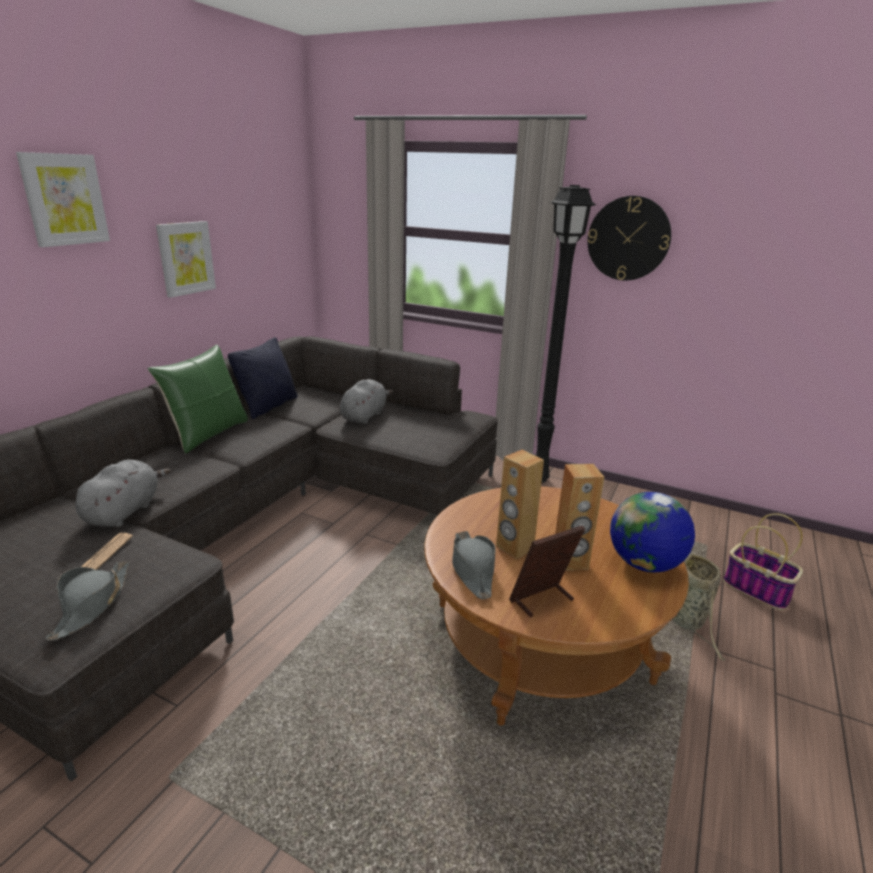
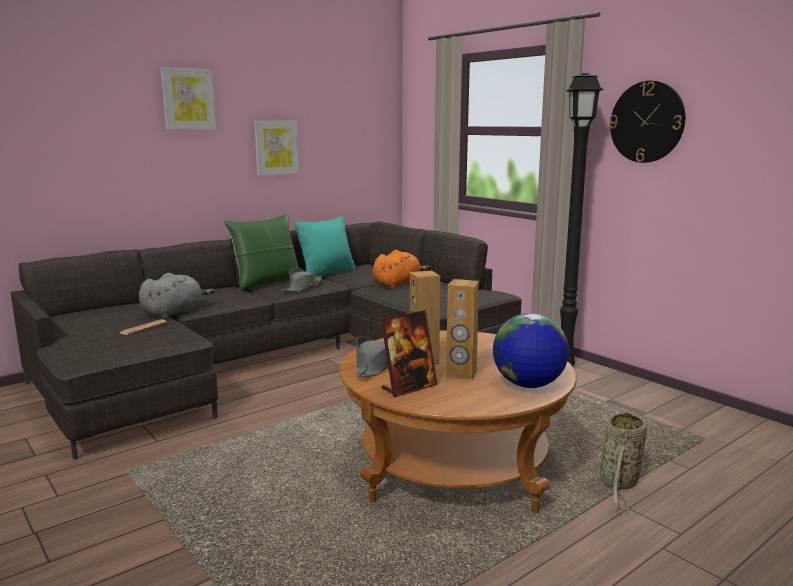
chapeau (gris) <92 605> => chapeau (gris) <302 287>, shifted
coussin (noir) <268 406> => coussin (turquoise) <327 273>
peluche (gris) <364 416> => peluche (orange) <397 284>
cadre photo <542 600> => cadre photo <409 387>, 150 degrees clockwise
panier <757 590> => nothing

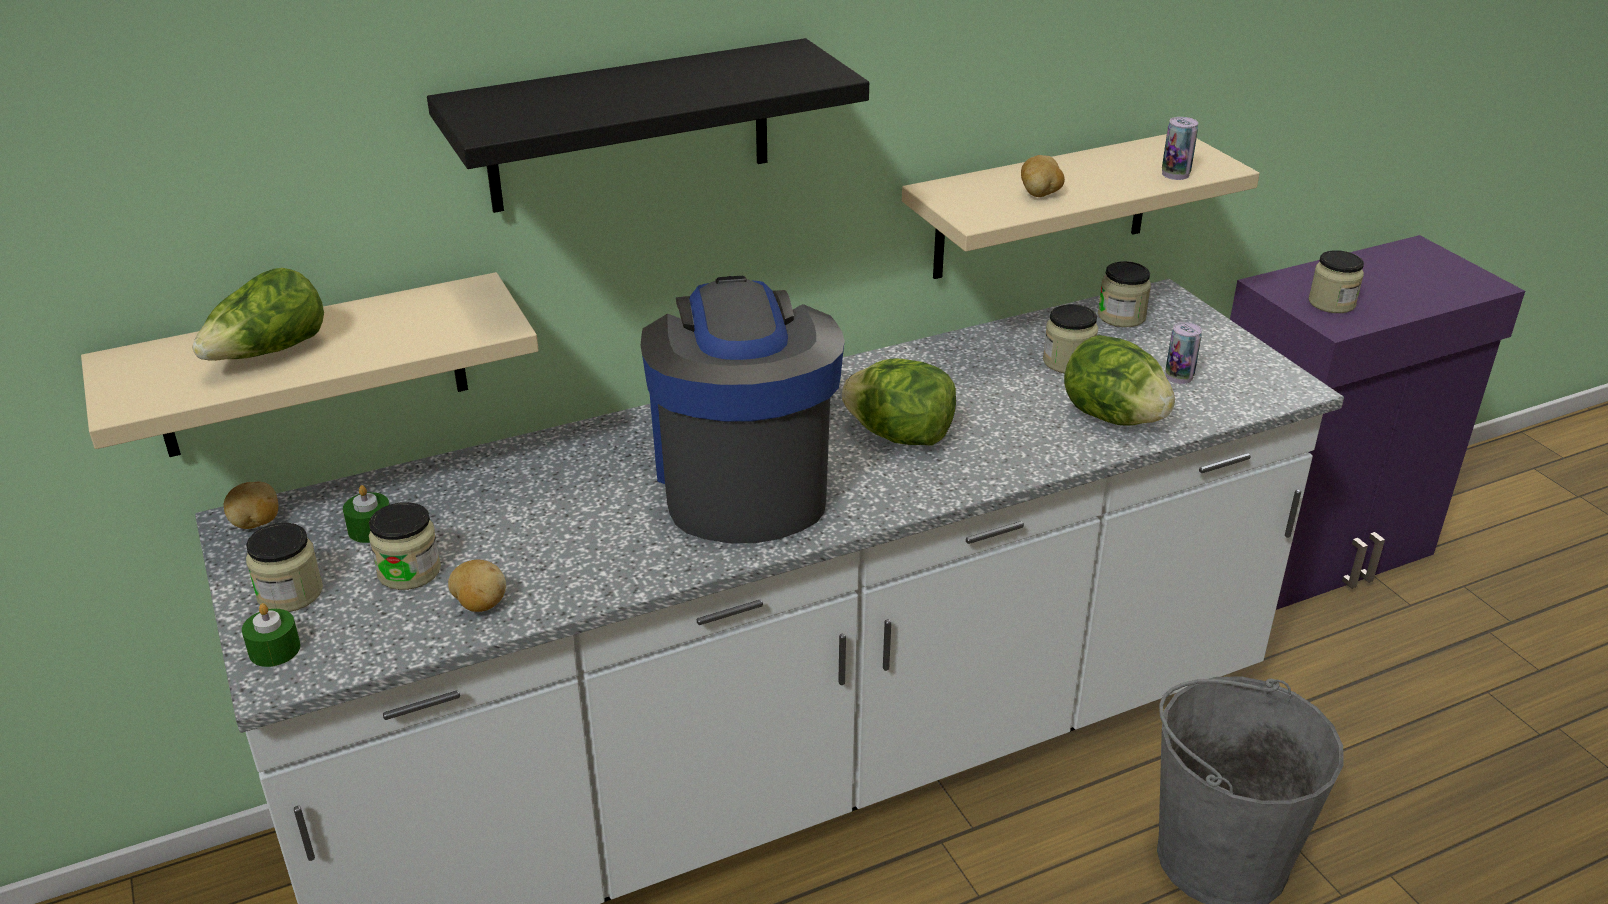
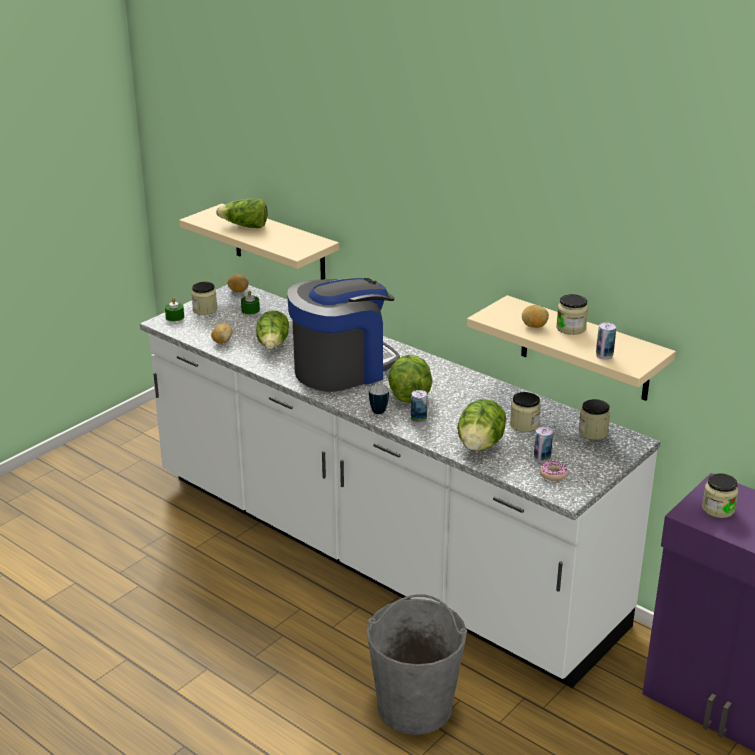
bocal <409 571> => bocal <571 328>, shifted
étagère (noir) <629 126> => nothing
nothing => laitue <273 345>
nothing => mug <378 409>
nothing => boîte métallique <418 420>
nothing => beignet <553 474>

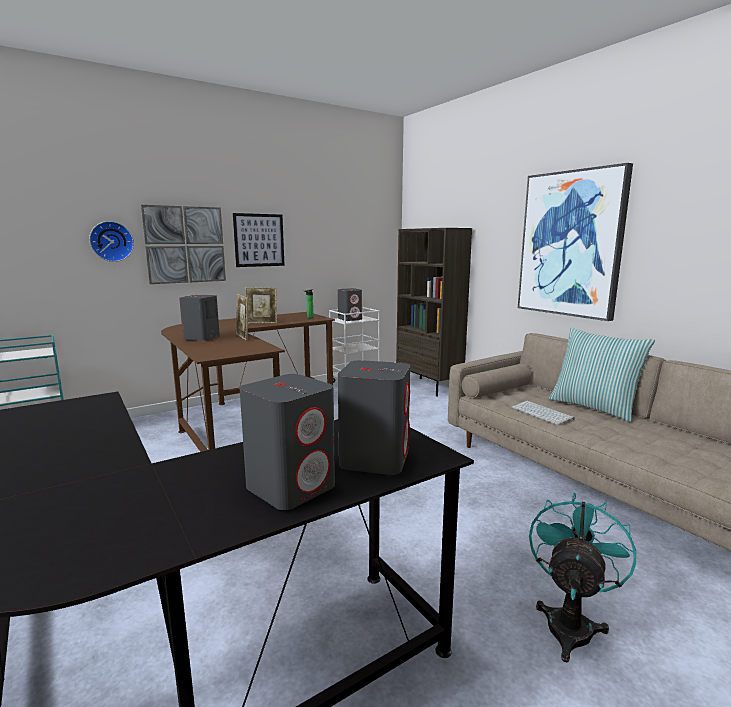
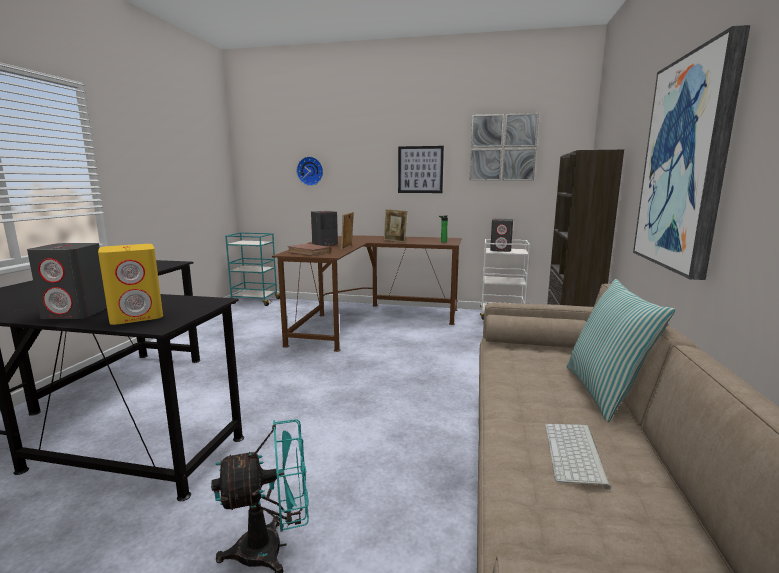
tableau <185 245> => tableau <503 148>, shifted
enceinte (gris) <374 459> => enceinte (jaune) <137 316>
clavier <543 413> => clavier <576 454>, shifted
nothing => livre (marron) <309 252>

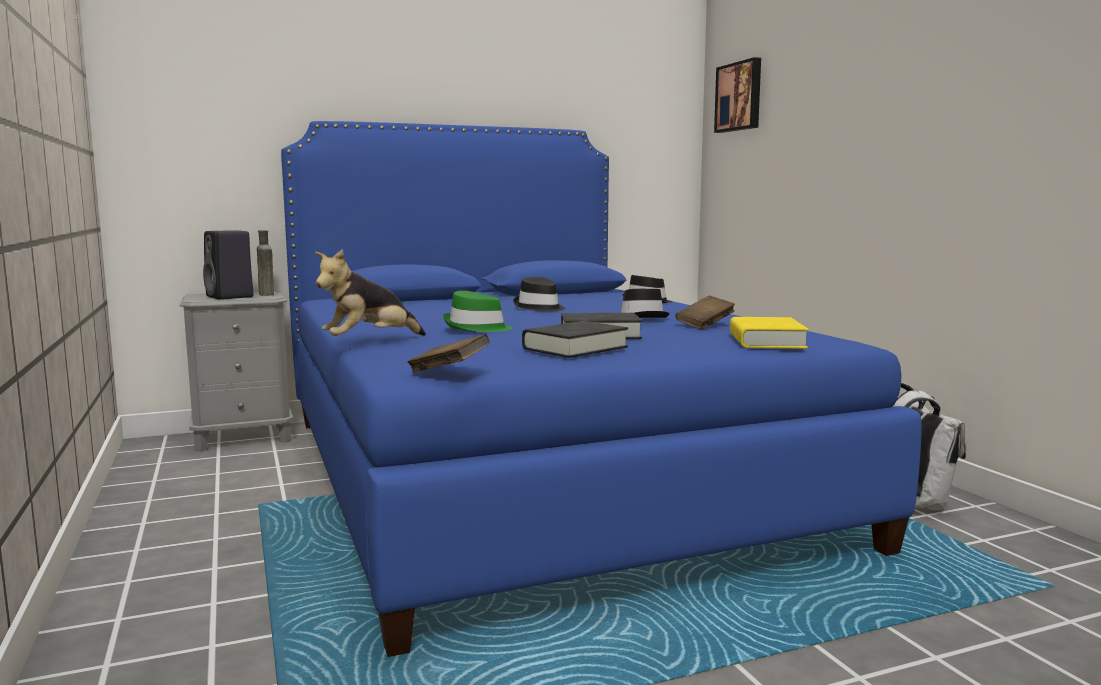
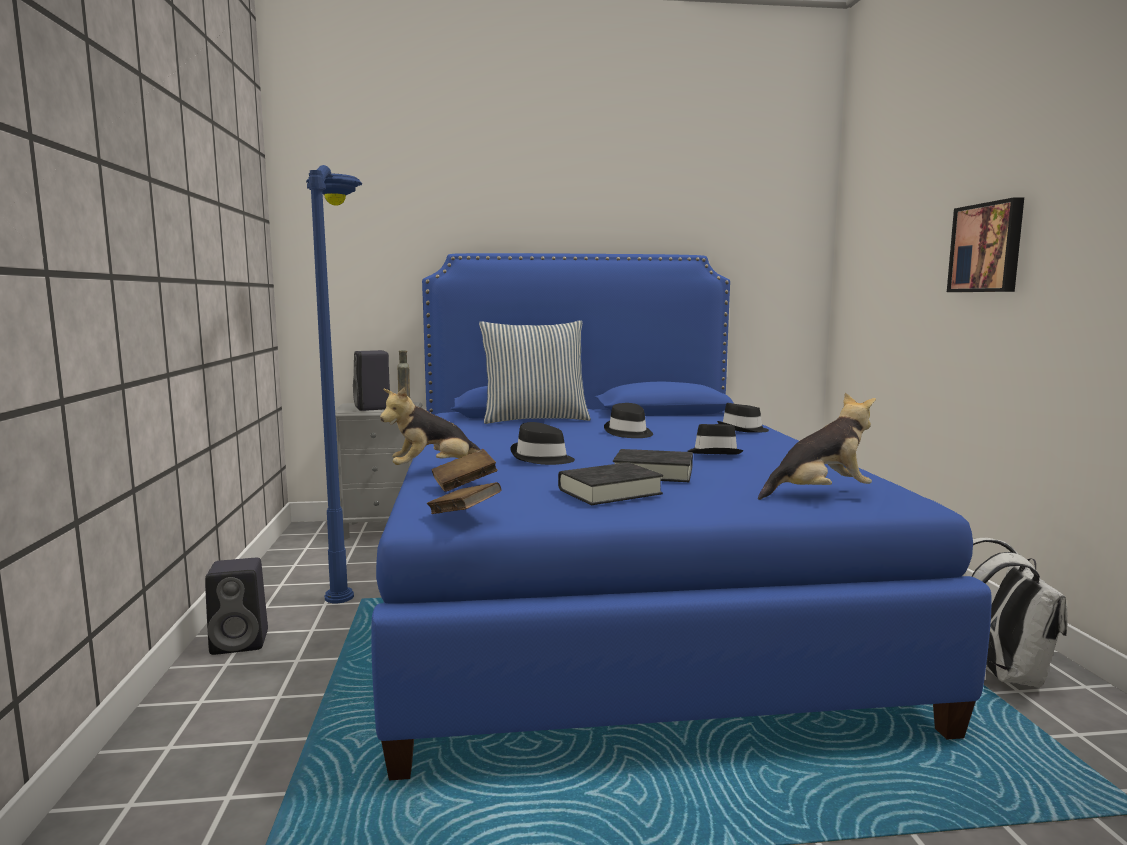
chapeau (vert) <477 328> => chapeau (noir) <542 458>
livre (marron) <705 325> => livre (marron) <464 485>, shifted
tableau <740 97> => tableau <987 248>, shifted
livre (jaune) <766 341> => peluche <819 494>
nothing => enceinte (noir) <242 642>
nothing => lampadaire (bleu) <350 566>
nothing => coussin <535 419>

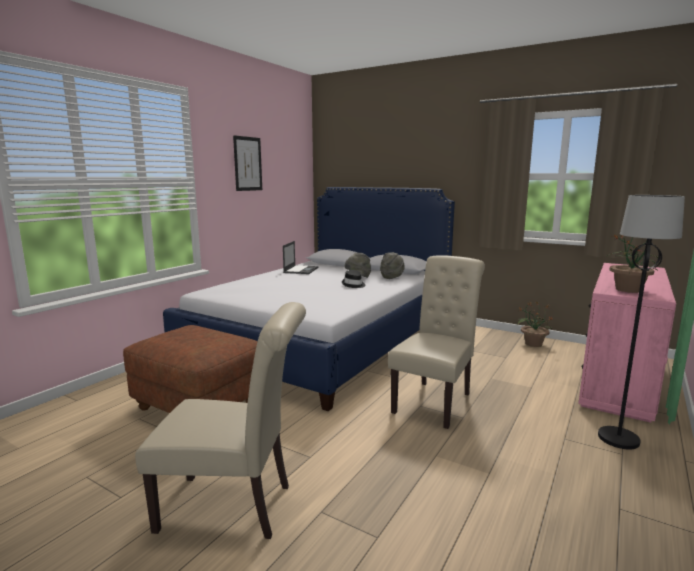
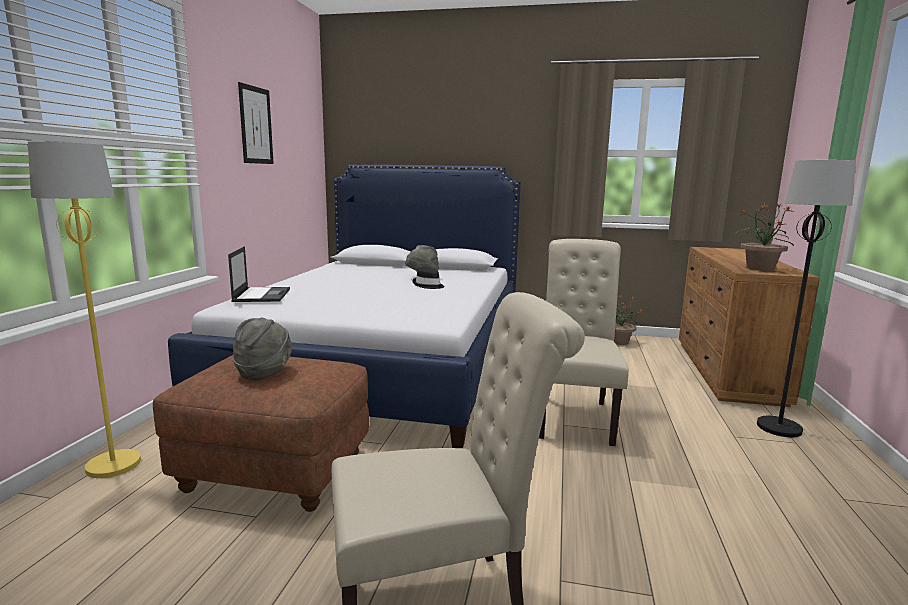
ordinateur portable <301 270> => ordinateur portable <262 295>, shifted
chapeau (gris) <392 277> => chapeau (gris) <264 373>, shifted
commode (rose) <617 382> => commode (marron) <727 371>
nothing => lampadaire (jaune) <113 465>

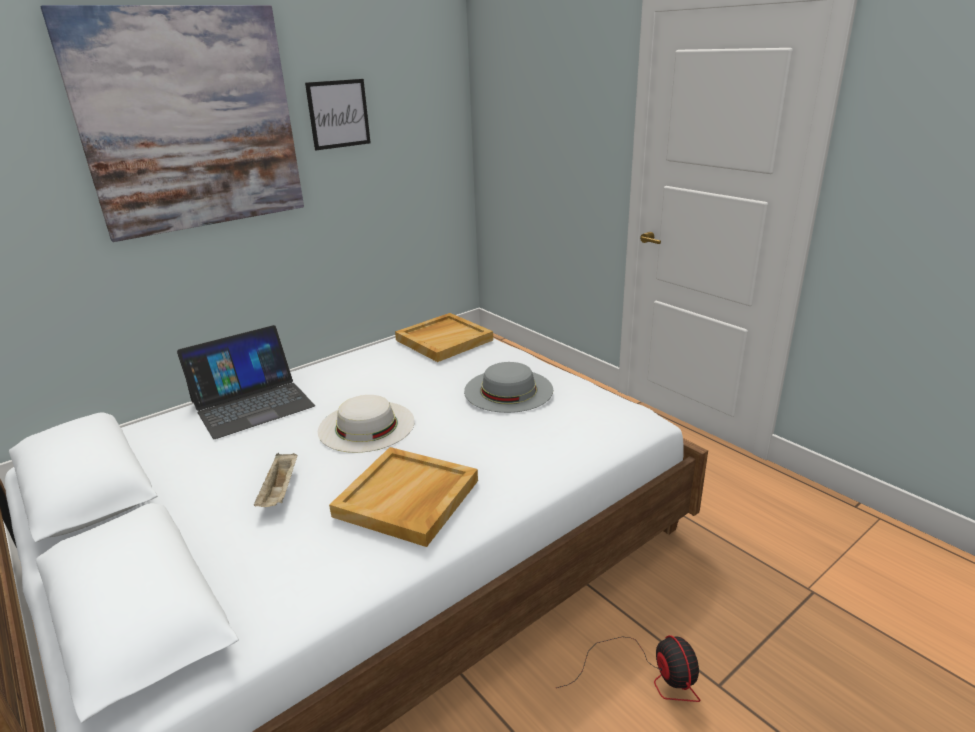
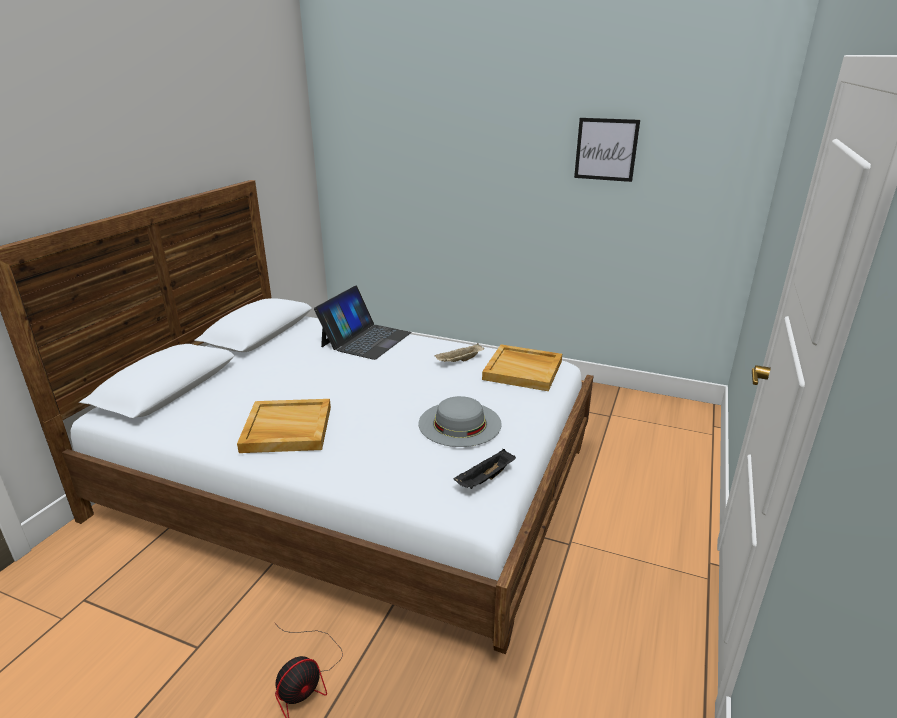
tableau <191 121> => nothing
ordinateur portable <252 403> => ordinateur portable <365 339>, 90 degrees counterclockwise
plateau (beige) <280 492> => plateau (beige) <459 361>, shifted
chapeau (blanc) <366 425> => nothing
nothing => plateau (noir) <485 480>

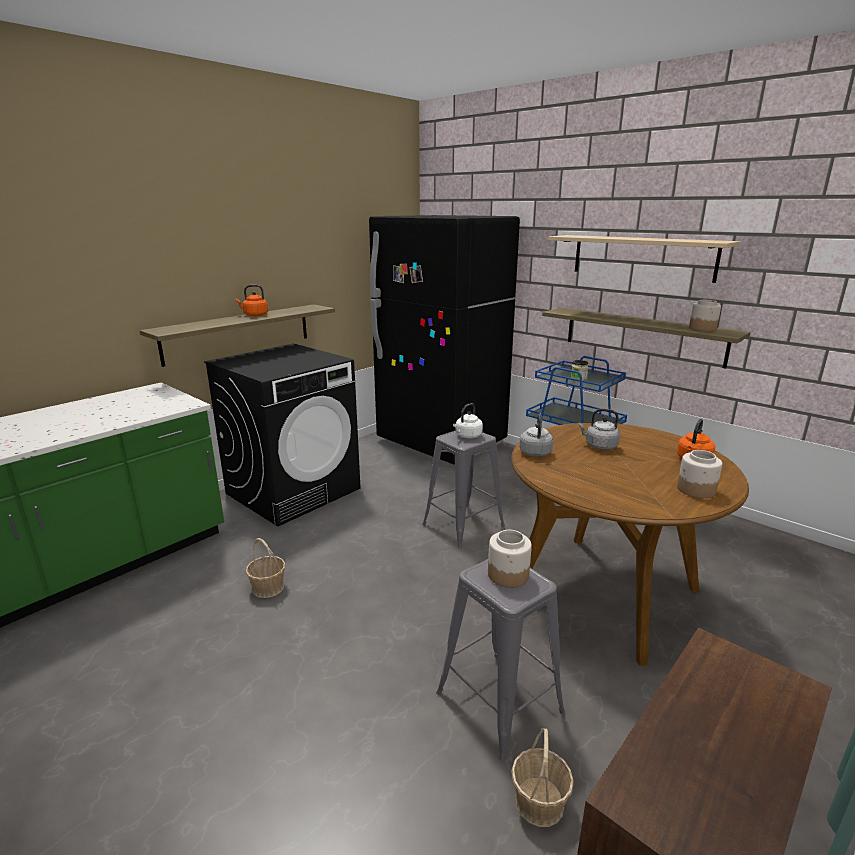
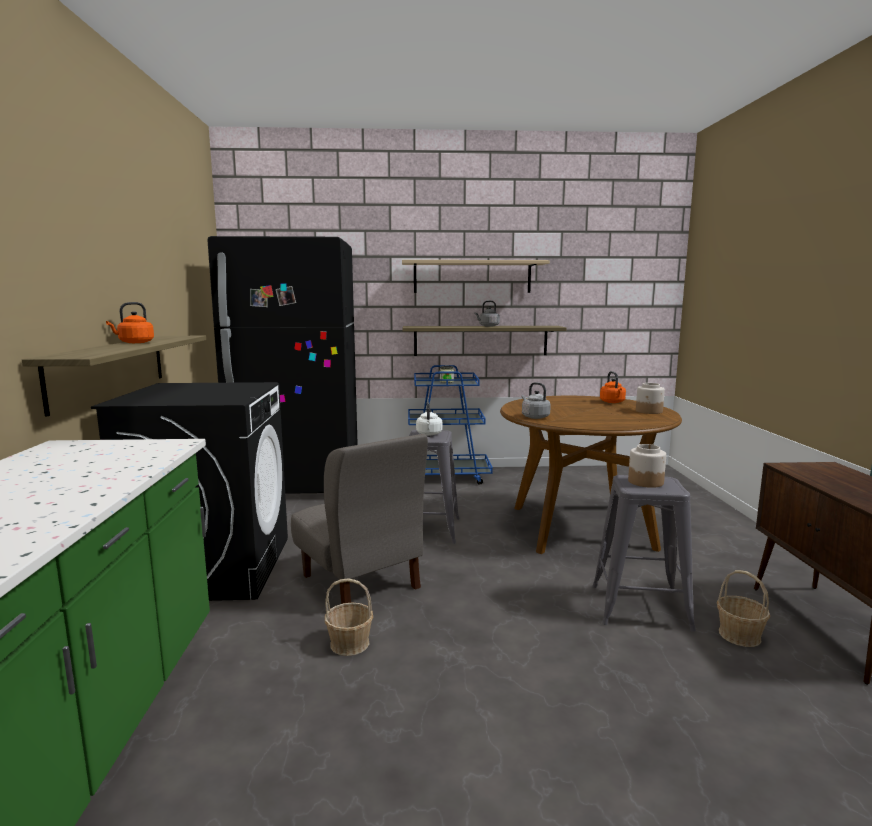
bouilloire (gris) <599 446> => bouilloire (gris) <488 326>, shifted
bocal <702 328> => nothing
nothing => chaise (gris) <360 582>

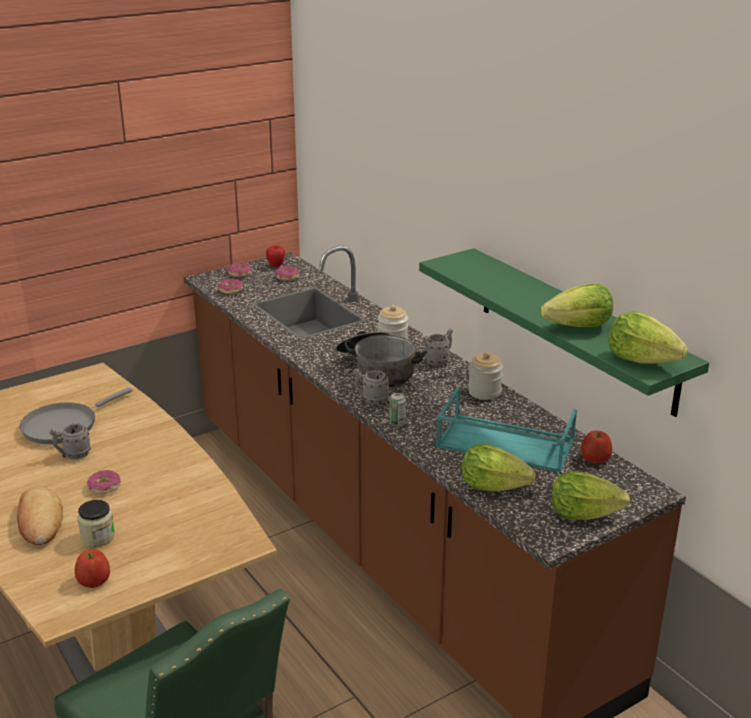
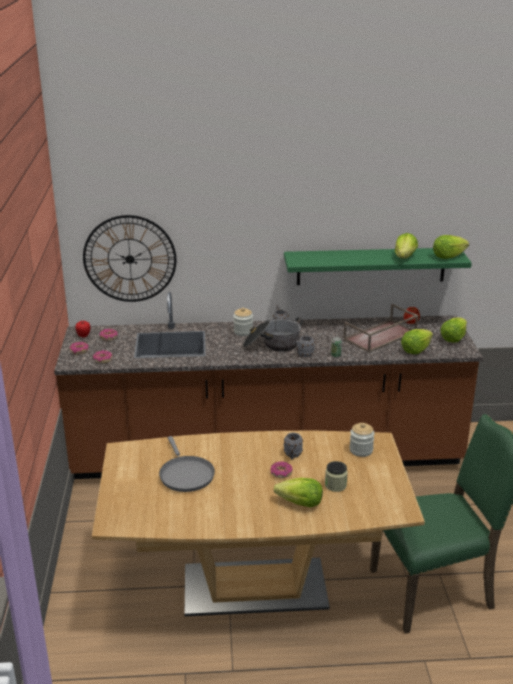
pain <39 521> => laitue <300 503>
mug (gris) <72 455> => mug (gris) <292 455>, shifted
pomme <94 579> => nothing
plateau (turquoise) <503 443> => plateau (marron) <380 336>
bocal <484 392> => bocal <361 450>, shifted
nothing => horloge murale <129 259>

